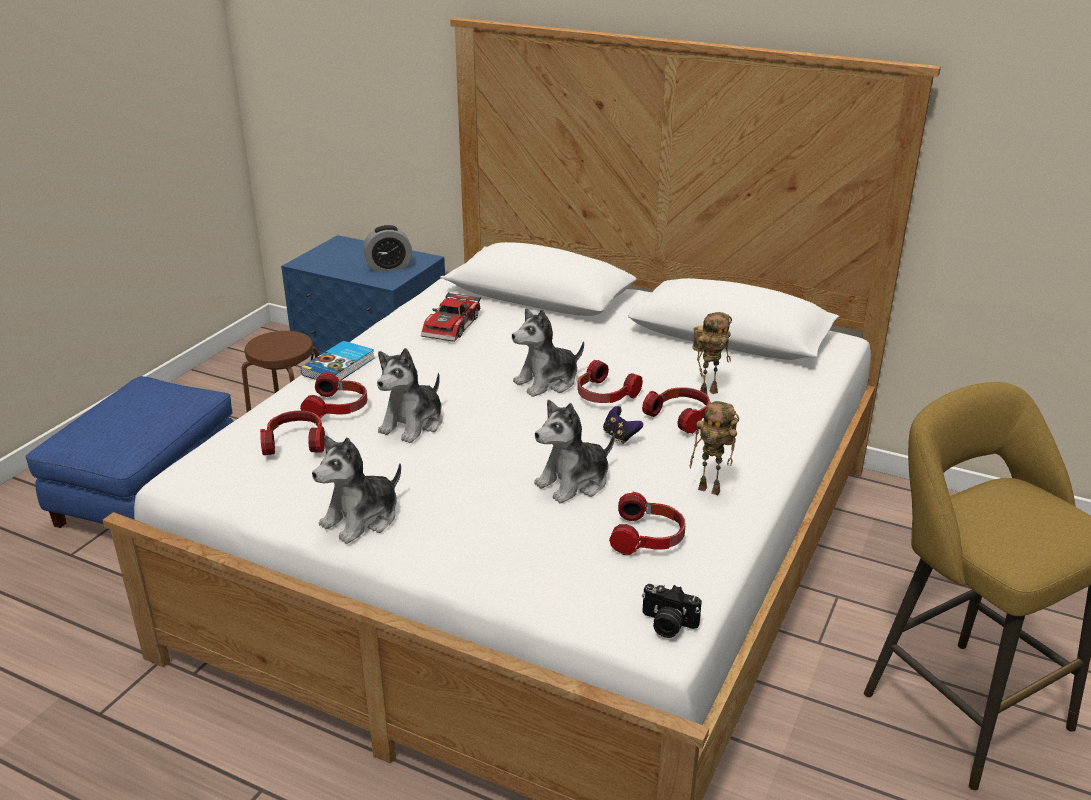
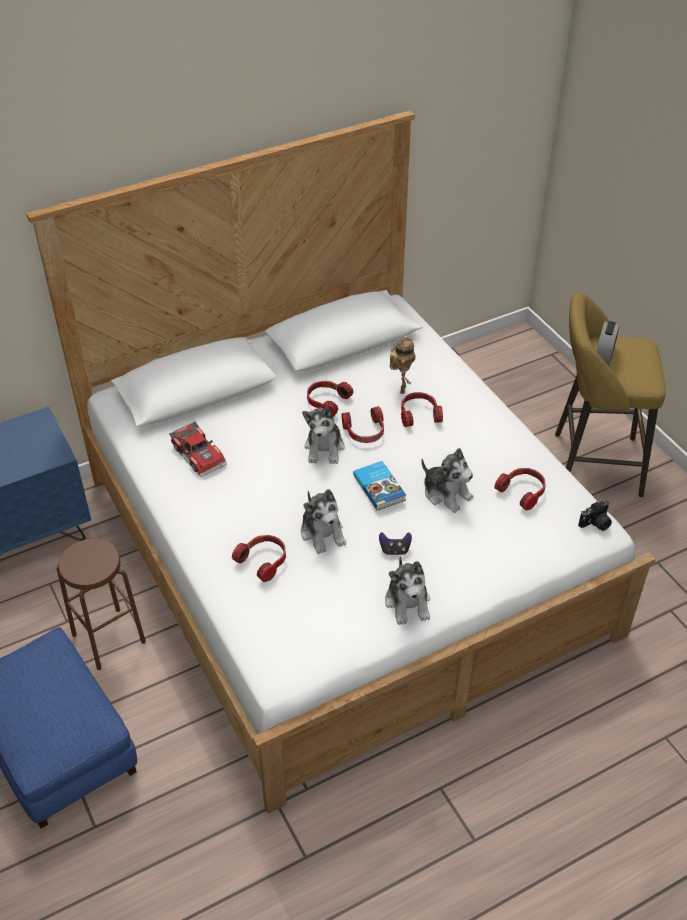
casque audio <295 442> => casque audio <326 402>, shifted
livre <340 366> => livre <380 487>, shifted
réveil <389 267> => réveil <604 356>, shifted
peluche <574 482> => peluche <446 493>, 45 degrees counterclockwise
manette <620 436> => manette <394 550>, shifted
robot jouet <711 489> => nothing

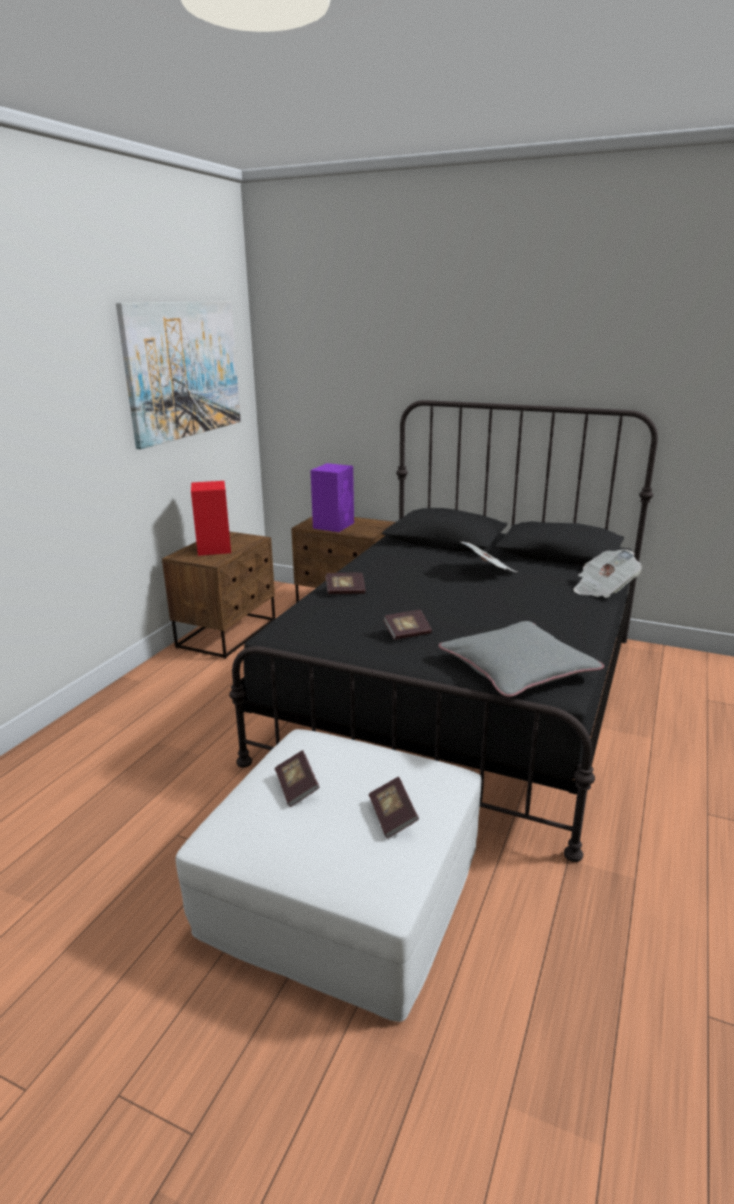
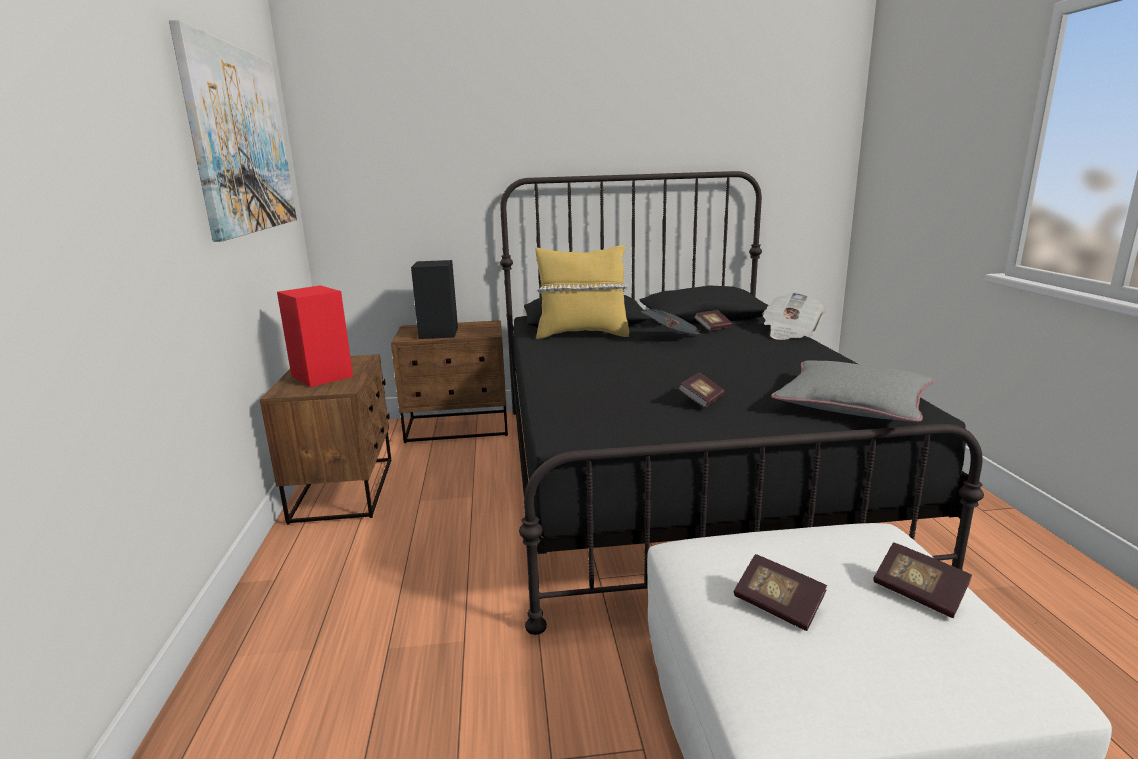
enceinte (violet) <334 525> => enceinte (noir) <439 333>
livre <345 591> => livre <713 328>, shifted
nothing => coussin (jaune) <582 334>

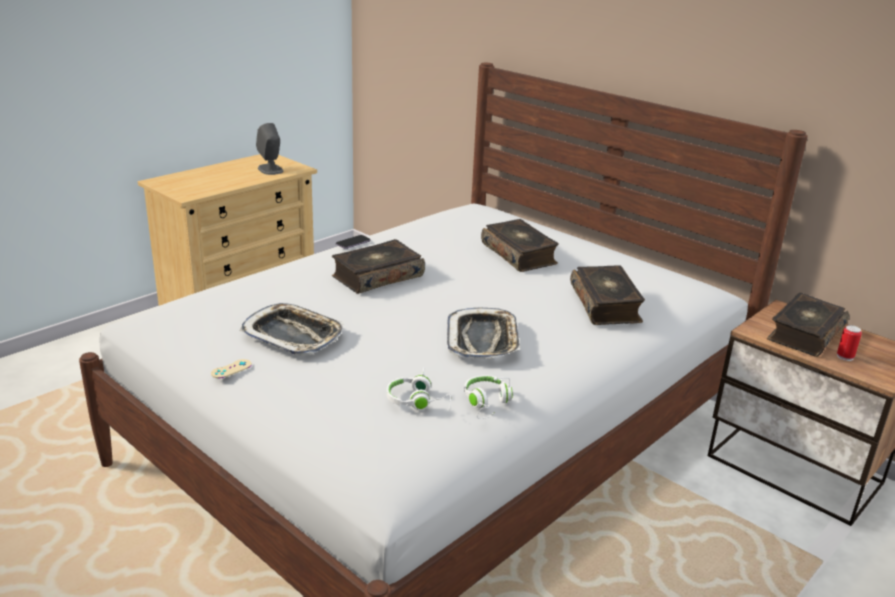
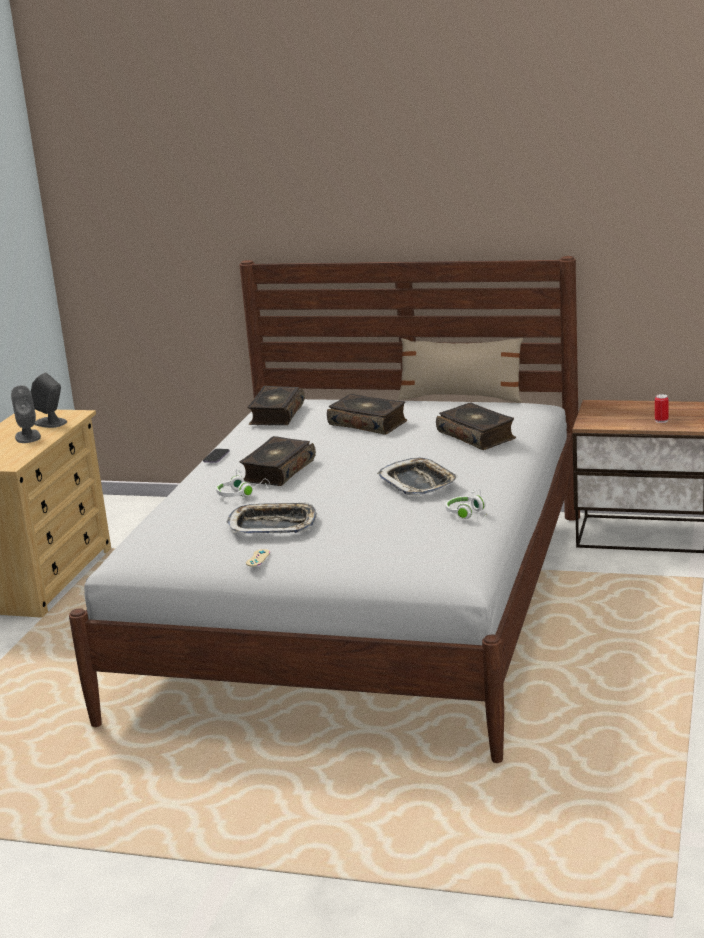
casque audio (blanc) <418 401> => casque audio (blanc) <241 494>, shifted
livre <804 334> => livre <276 415>, shifted
nothing => enceinte (gris) <27 436>
nothing => coussin (beige) <461 397>

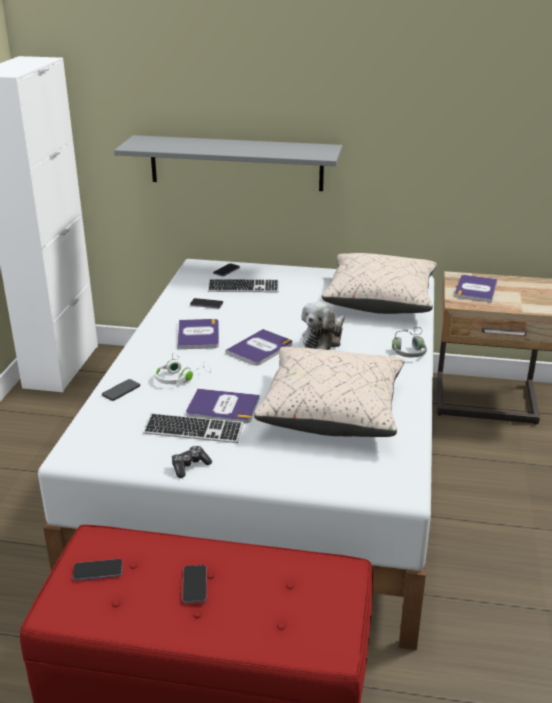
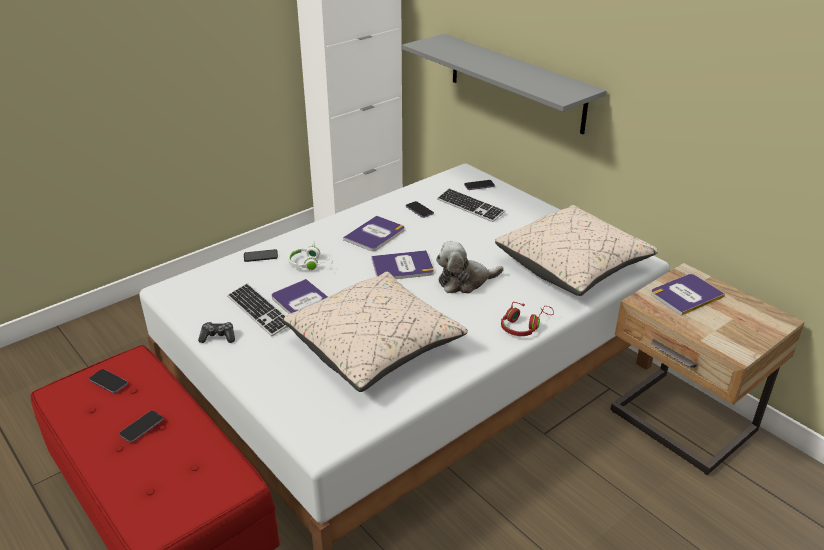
casque audio (gris) <409 350> => casque audio (rouge) <524 326>

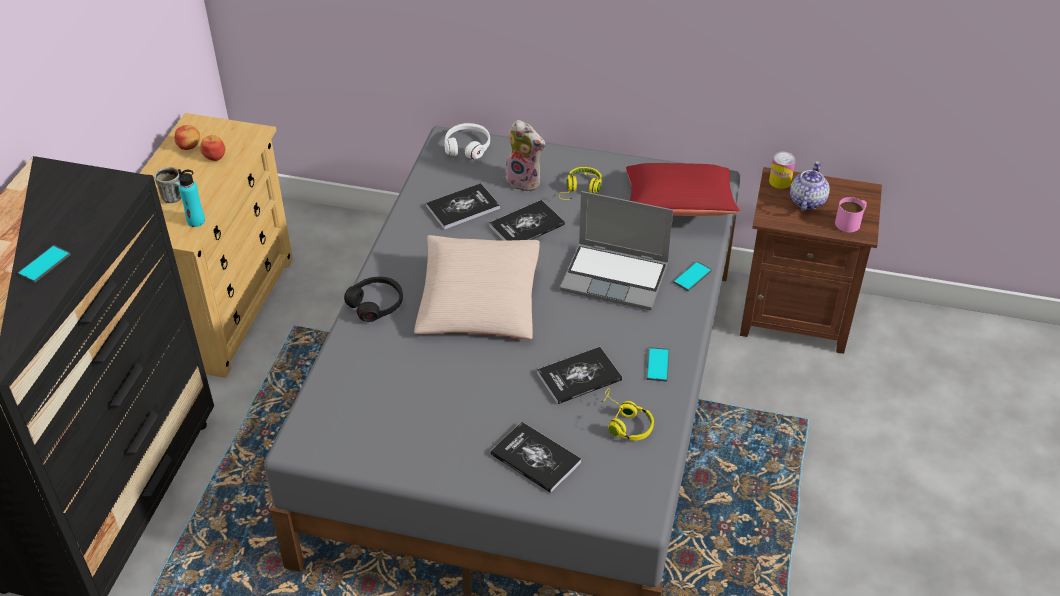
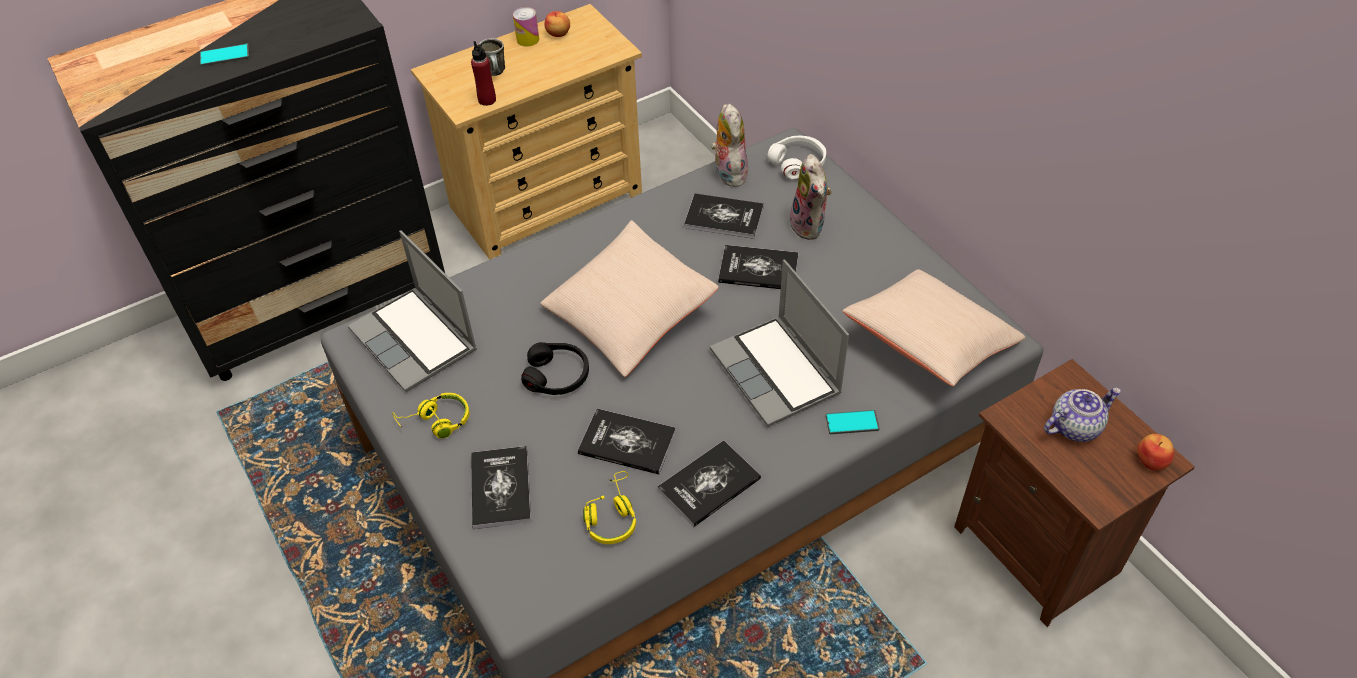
bouteille (turquoise) <196 221> => bouteille (rouge) <487 100>
pomme <215 156> => pomme <1151 460>, shifted
casque audio (noir) <376 304> => casque audio (noir) <557 375>, shifted
casque audio (jaune) <581 189> => casque audio (jaune) <436 422>, shifted
coussin (rouge) <679 205> => coussin (beige) <930 342>
téléphone <657 365> => livre <709 484>
boîte métallique <780 181> => boîte métallique <528 39>, shifted
mug (rose) <851 222> => nothing
nothing => ordinateur portable <416 340>
nothing => peluche <728 173>

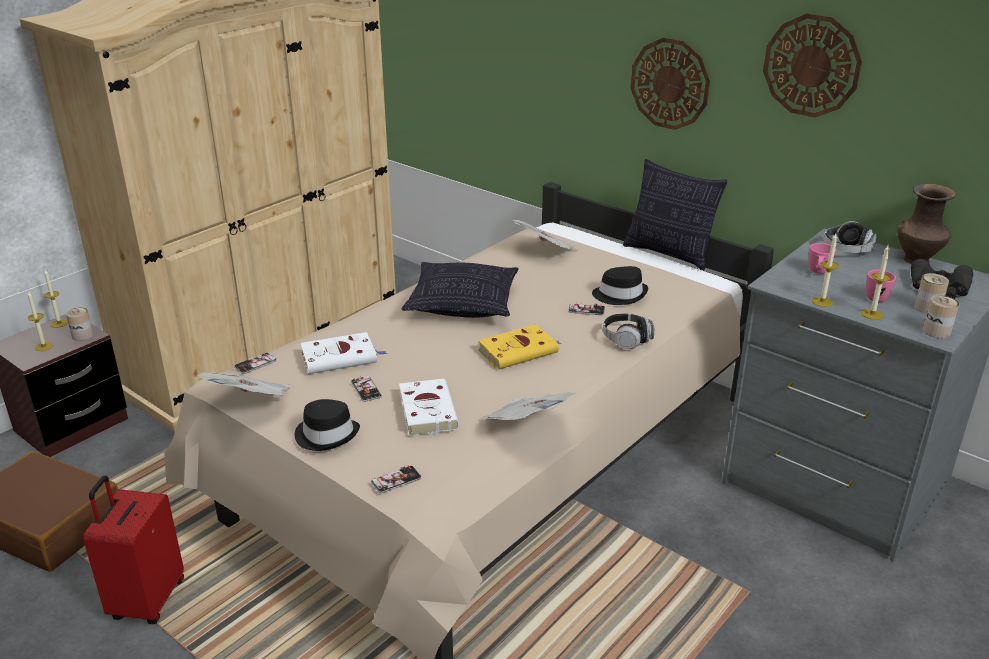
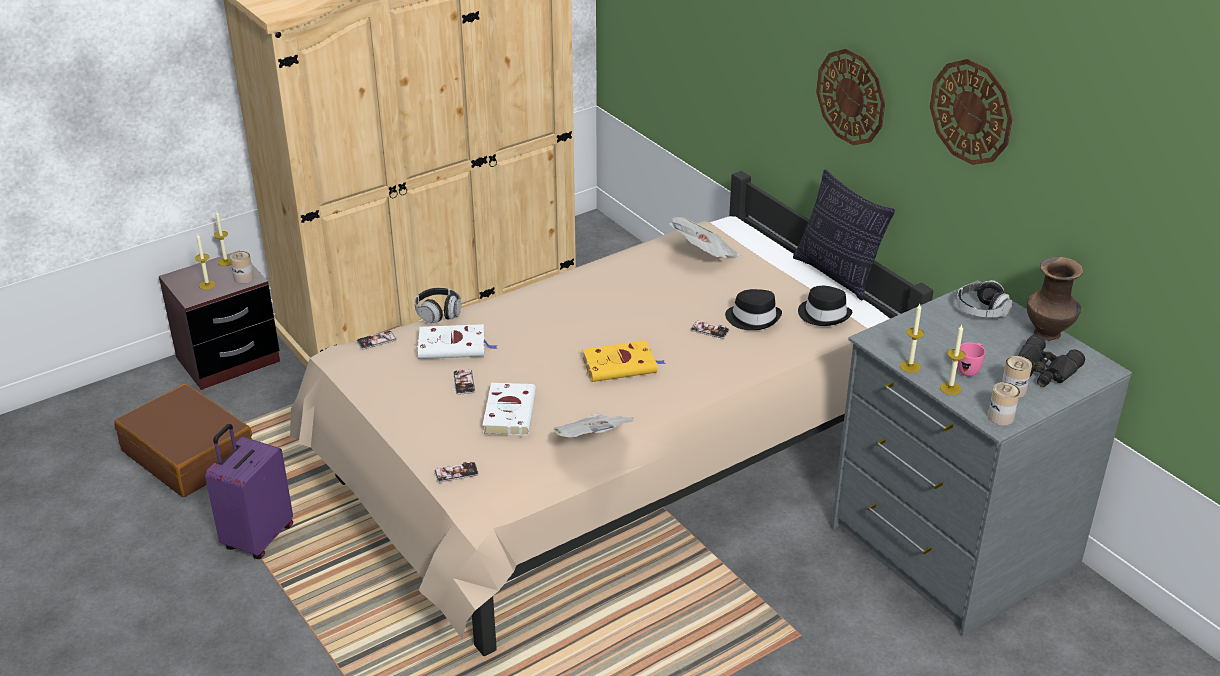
valise (rouge) <146 600> => valise (violet) <257 538>
journal <252 403> => nothing
chapeau (noir) <327 434> => chapeau (noir) <824 314>, shifted
coussin <463 305> => nothing
casque audio <626 339> => casque audio <438 313>, shifted
mug (rose) <818 273> => nothing

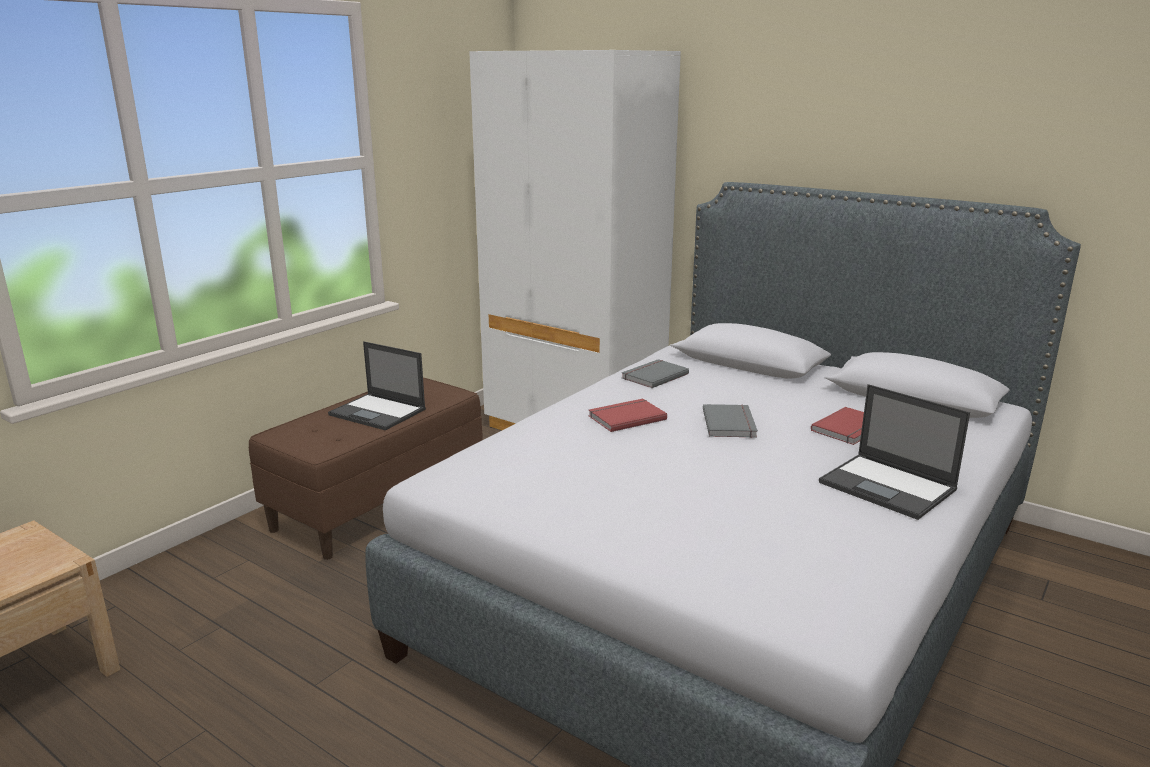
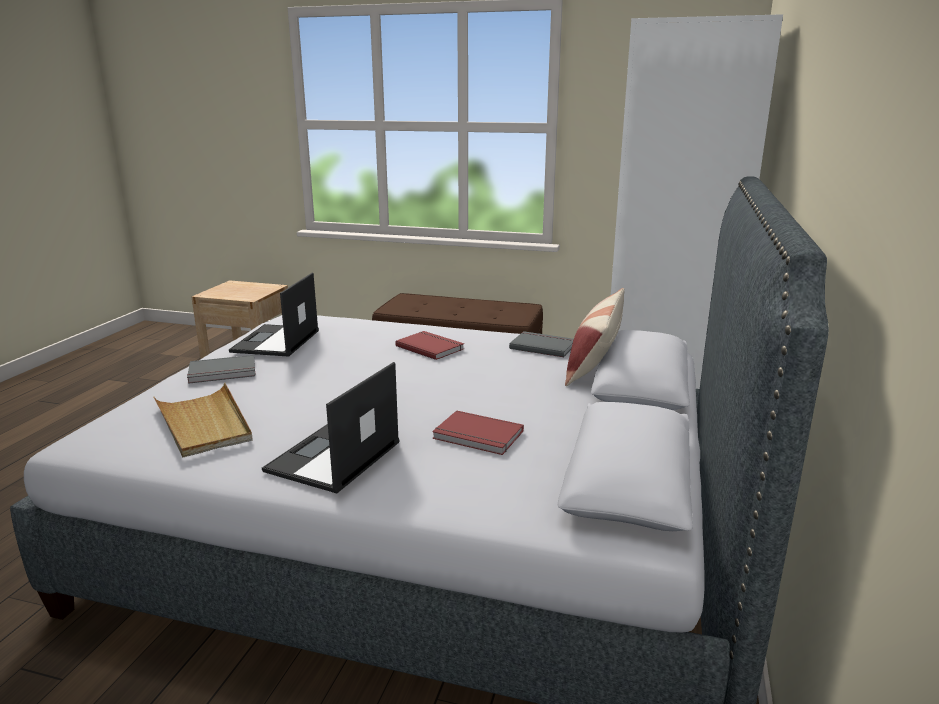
ordinateur portable <378 412> => ordinateur portable <276 341>, shifted
livre (gris) <731 423> => livre (gris) <222 372>, shifted
nothing => plateau (beige) <204 423>
nothing => coussin <595 361>

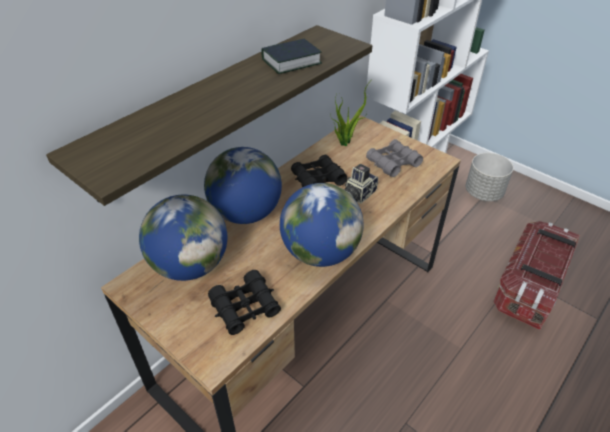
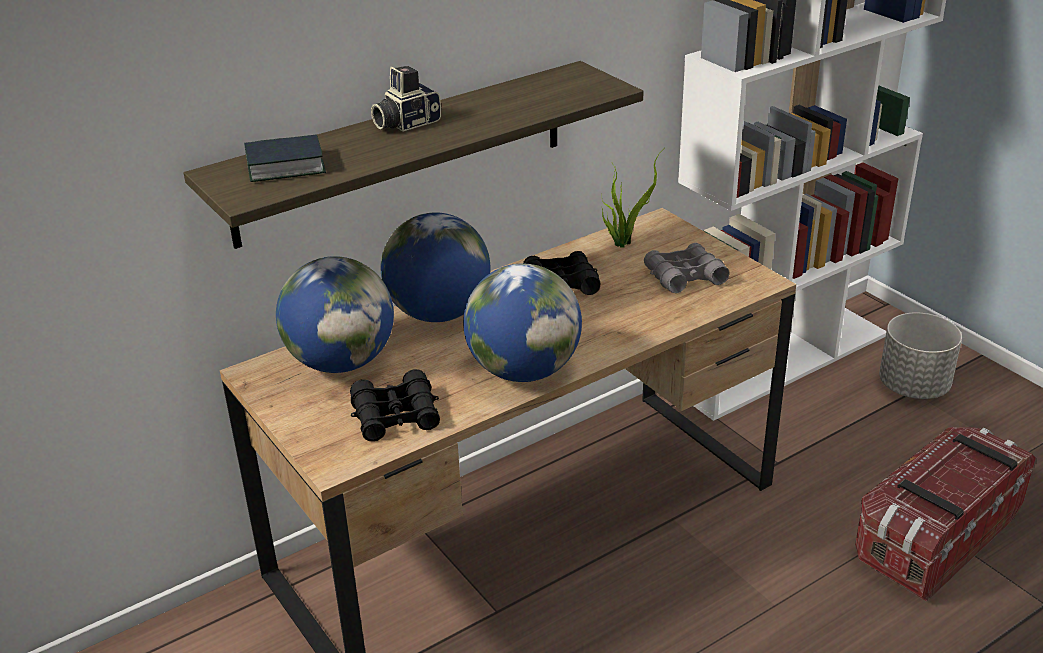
livre <291 61> => livre <285 166>, shifted
appareil photo <357 195> => appareil photo <405 123>, shifted

